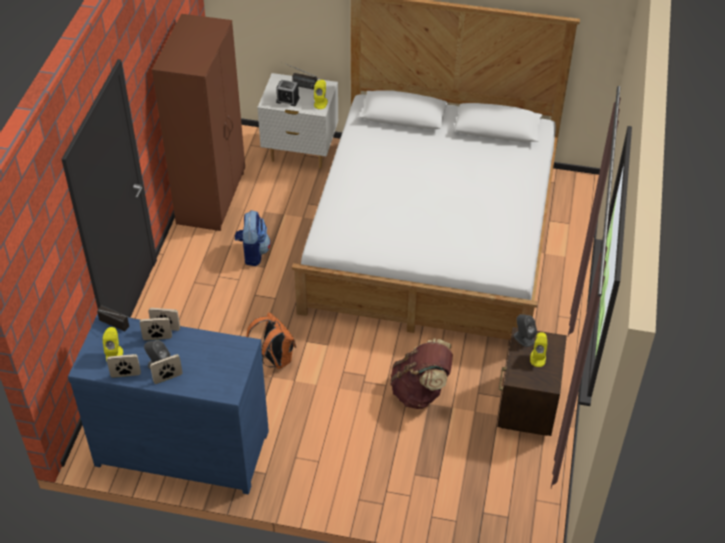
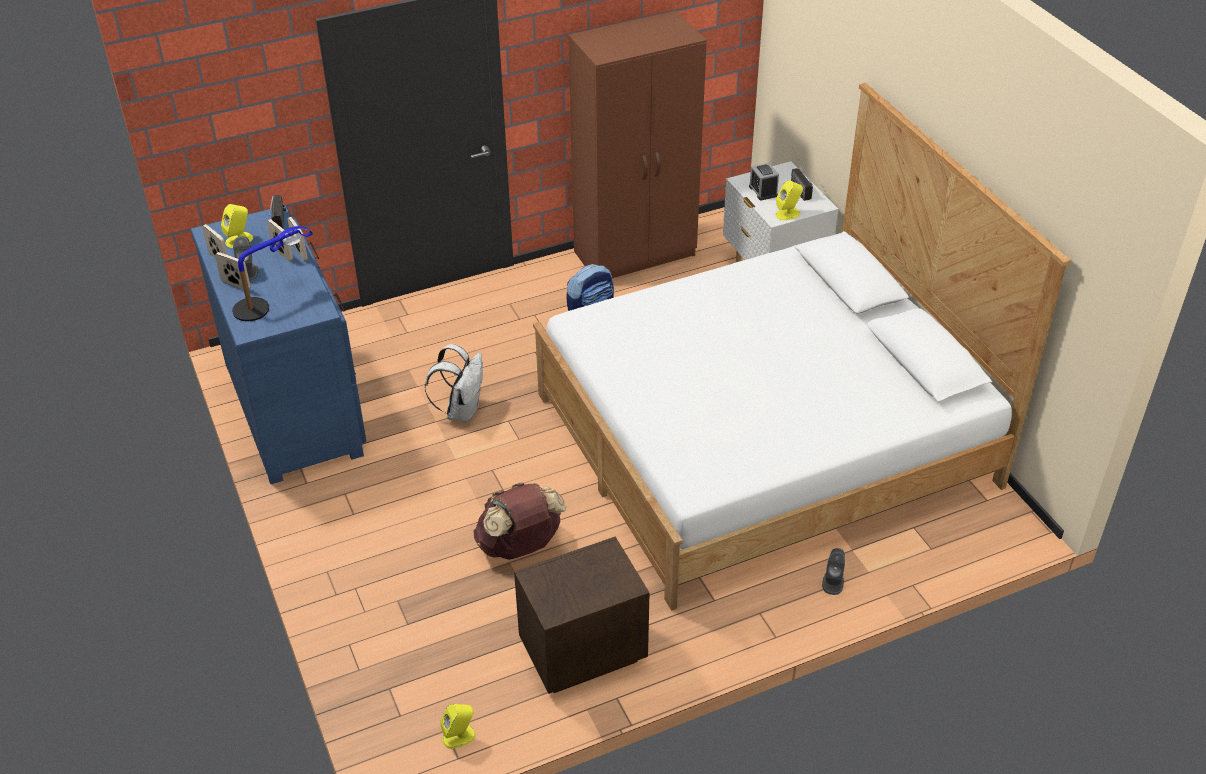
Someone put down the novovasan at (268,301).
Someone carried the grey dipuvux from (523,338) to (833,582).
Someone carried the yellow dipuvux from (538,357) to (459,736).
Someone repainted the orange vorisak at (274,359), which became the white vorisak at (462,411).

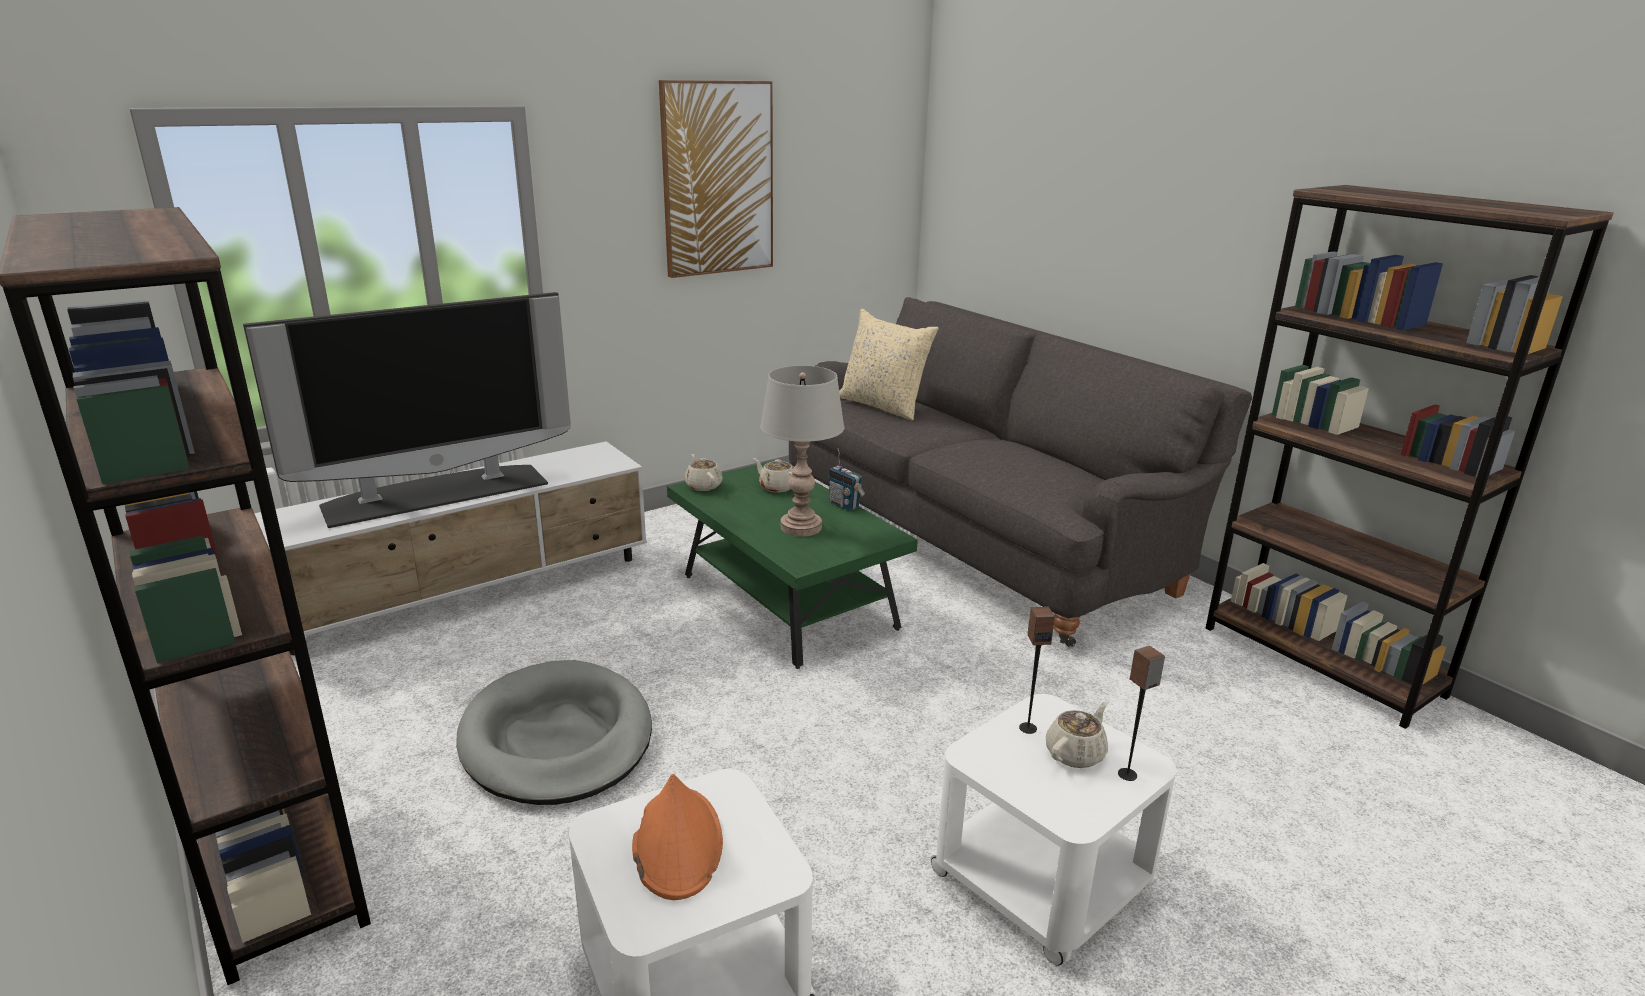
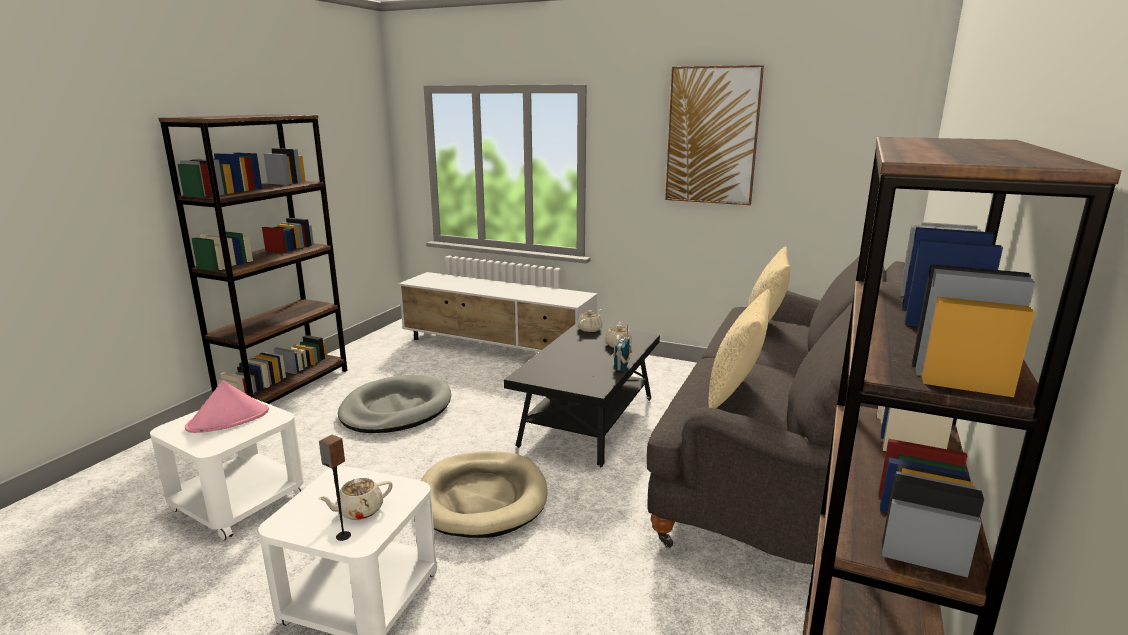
Someone took away the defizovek at (436,493).
Someone took away the grey novovasan at (801,527).
Someone took away the dipuvux at (1027,728).
Someone put down the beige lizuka at (482,498).
Someone put down the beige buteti at (735,391).
Someone repainted the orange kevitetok at (677,843), which became the pink kevitetok at (229,419).
Someone repainted the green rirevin at (786,602), which became the black rirevin at (588,421).
Someone rotated the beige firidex at (1076,753) by 135 degrees clockwise.

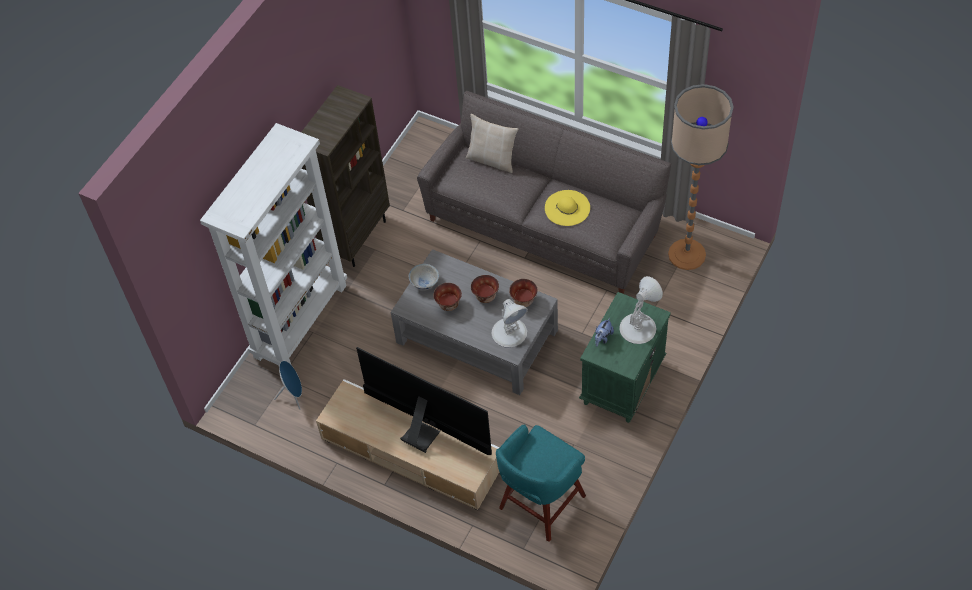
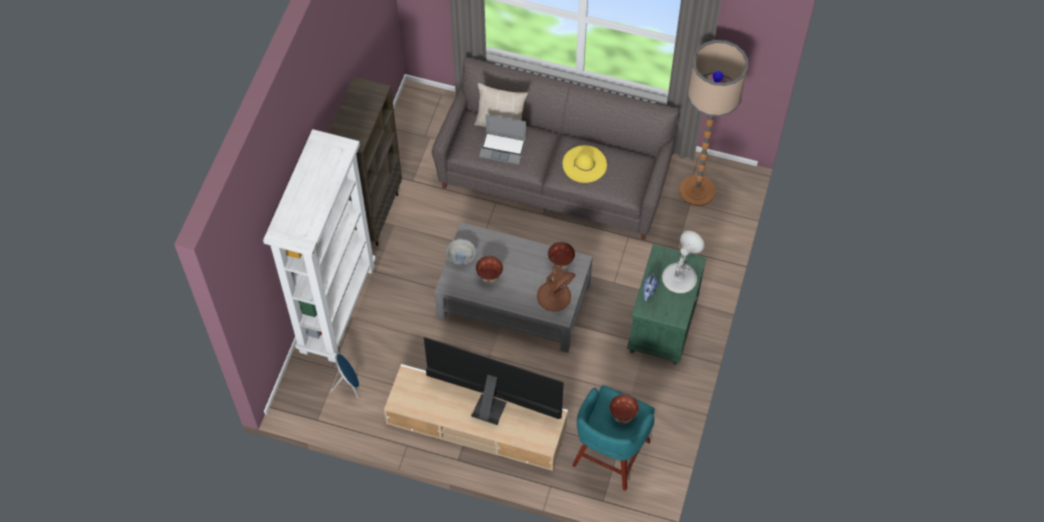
Someone put down the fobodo at (503,148).
Someone carried the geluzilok from (485,297) to (623,415).
Someone repainted the white novovasan at (509,333), which became the brown novovasan at (554,296).

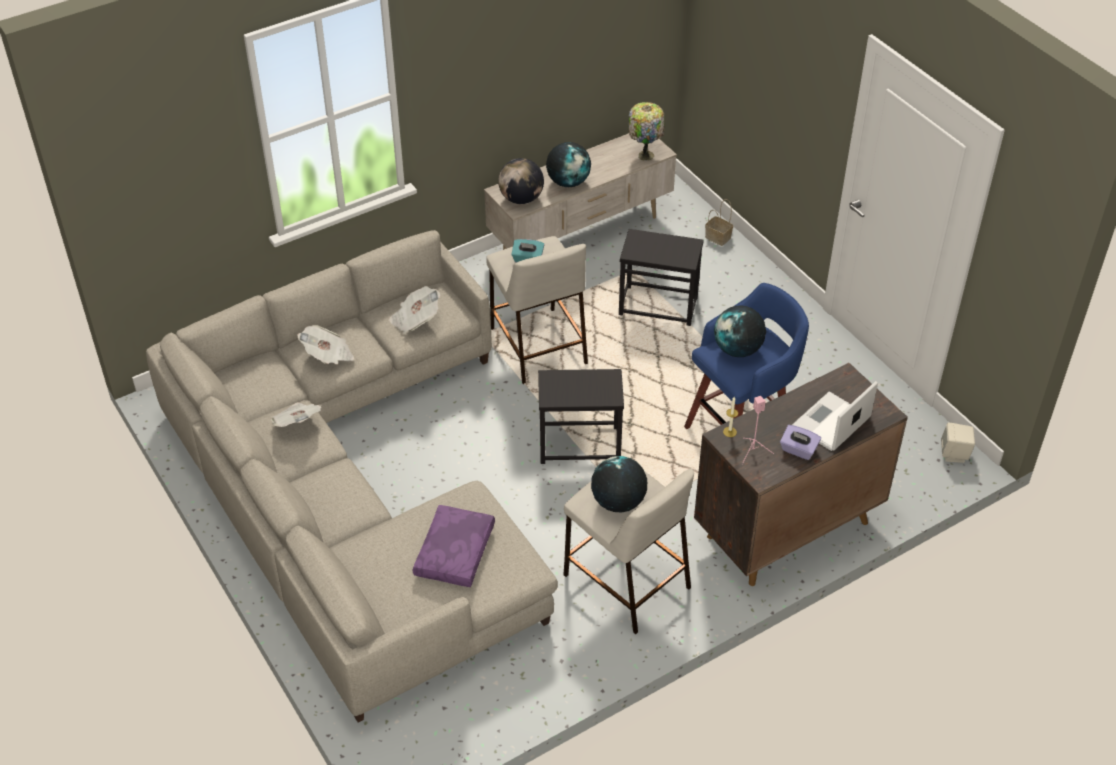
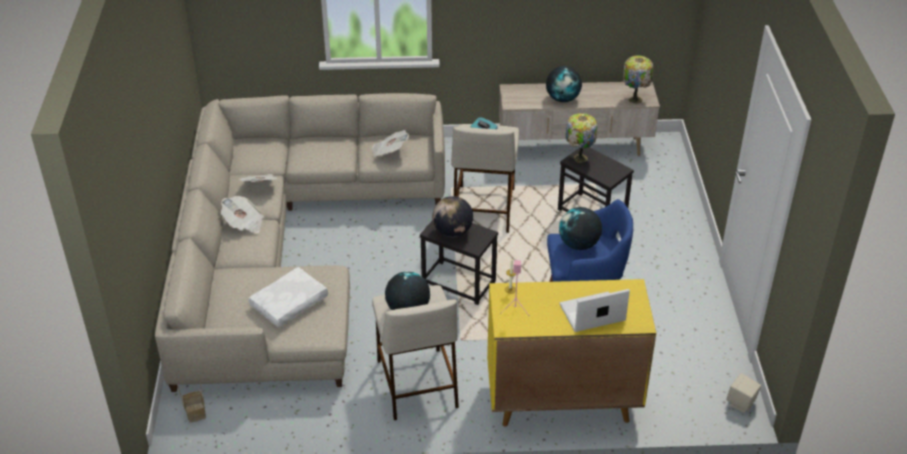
Someone took away the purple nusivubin at (798,450).
Someone put down the novovasan at (579,157).
Someone carried the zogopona from (328,356) to (244,223).
Someone carried the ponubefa from (521,199) to (452,232).
Someone carried the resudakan from (717,237) to (195,412).
Someone repainted the purple buteti at (456,553), which became the white buteti at (289,304).
Someone repainted the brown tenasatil at (786,530), which became the yellow tenasatil at (561,400).

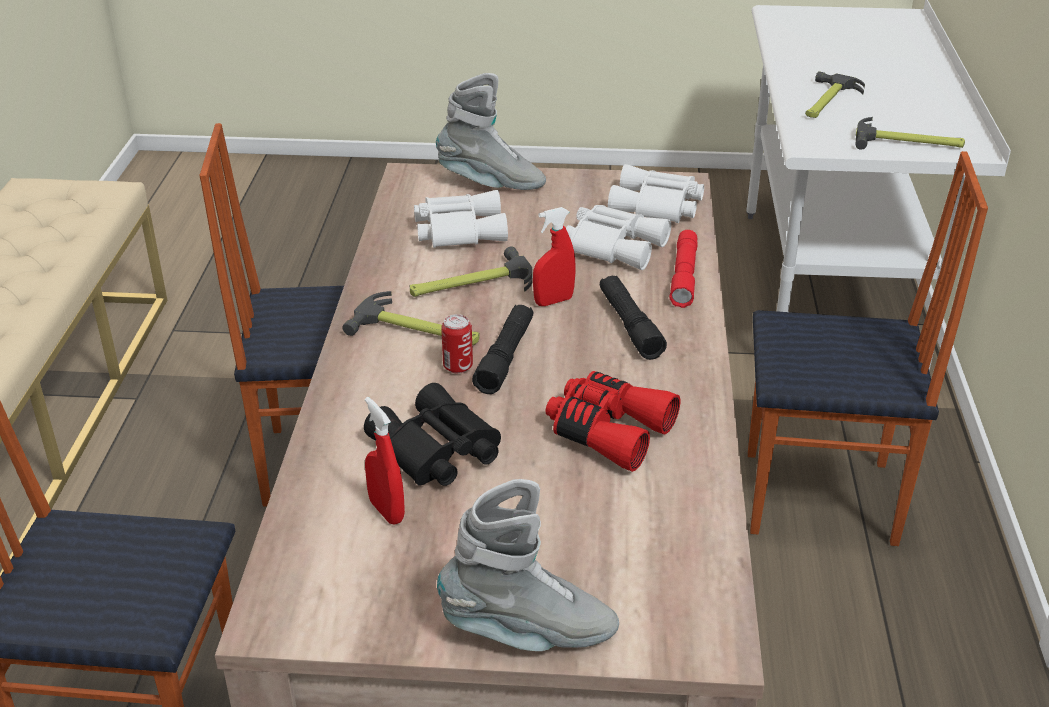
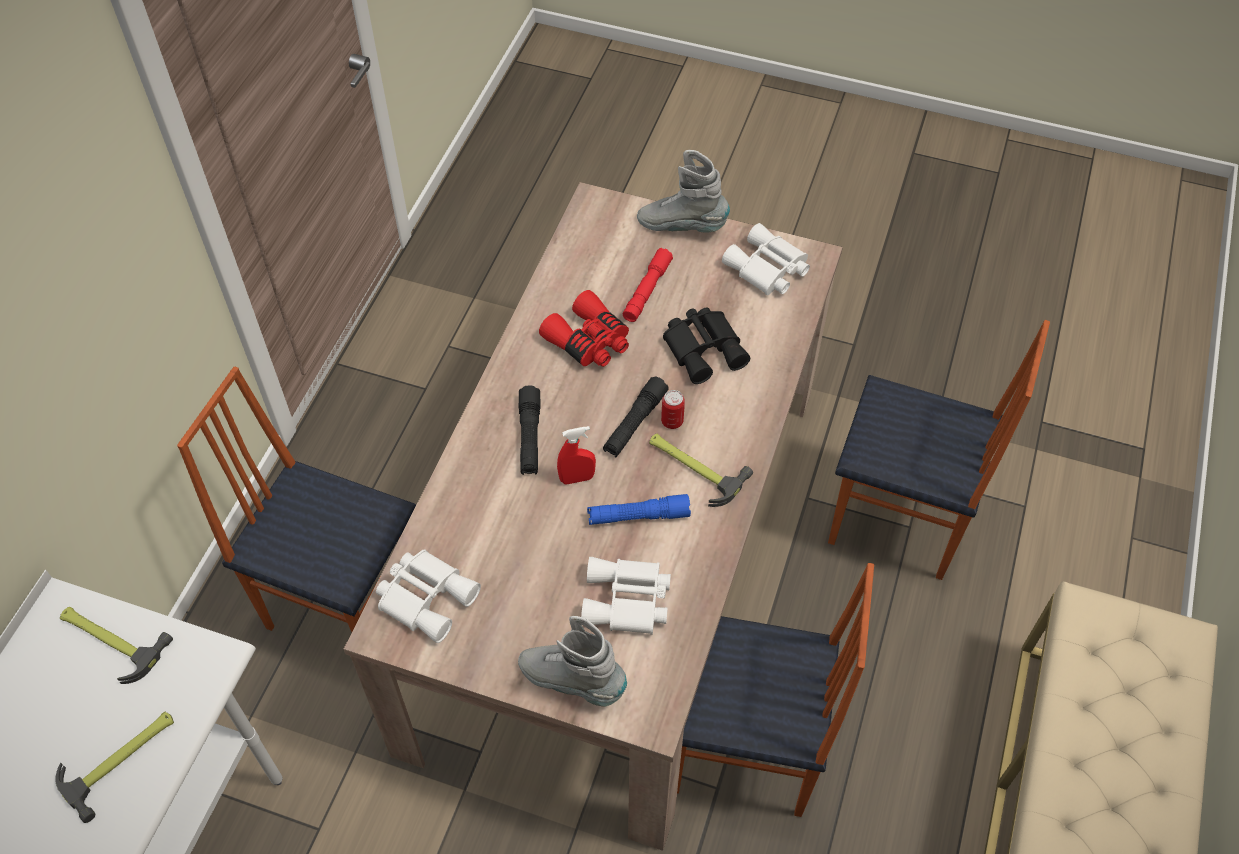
Someone took away the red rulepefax at (386,511).
Someone carried the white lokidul from (614,245) to (767,269).
Someone carried the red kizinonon from (684,276) to (647,291).
Someone swapped the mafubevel at (470,284) for the blue kizinonon at (638,516).

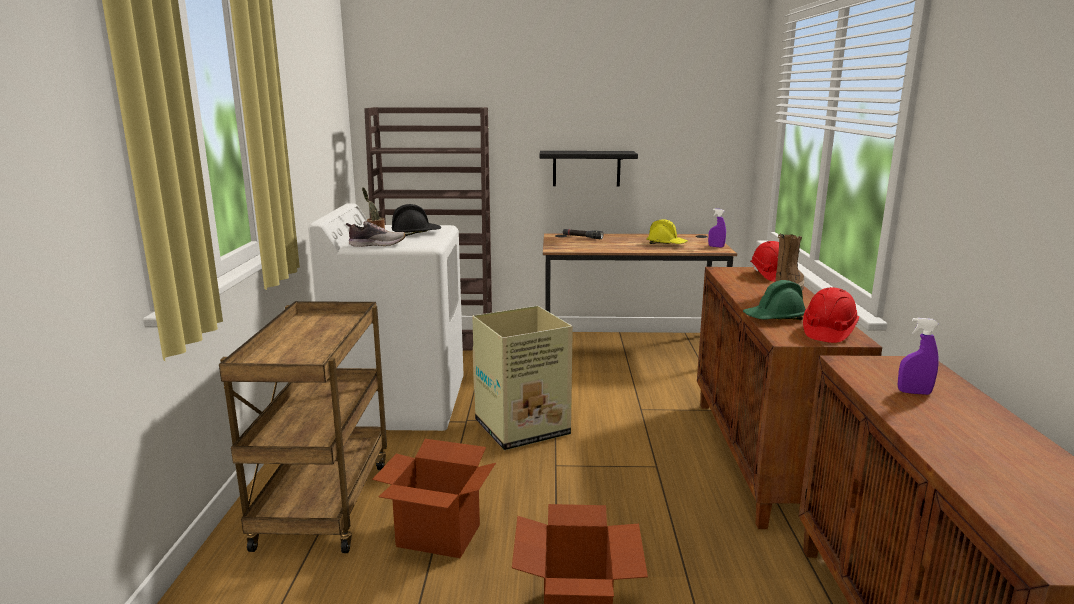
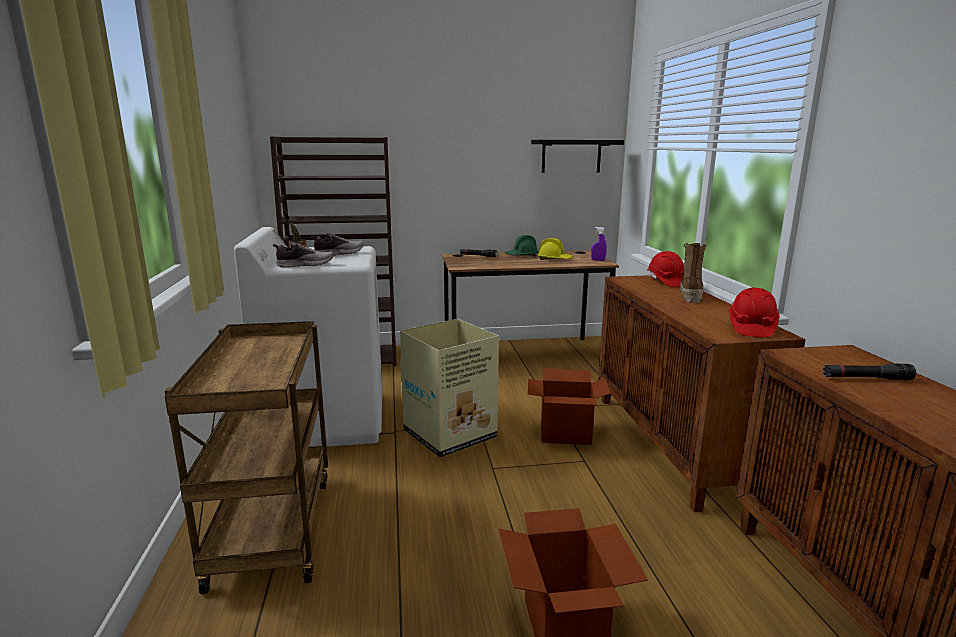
Someone carried the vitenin from (438,536) to (565,434).
Someone carried the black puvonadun from (586,168) to (571,156).
Someone carried the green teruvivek from (774,318) to (522,256).
Someone swapped the black teruvivek at (416,233) for the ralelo at (338,254).
Someone swapped the purple rulepefax at (914,392) for the black kizinonon at (866,379).

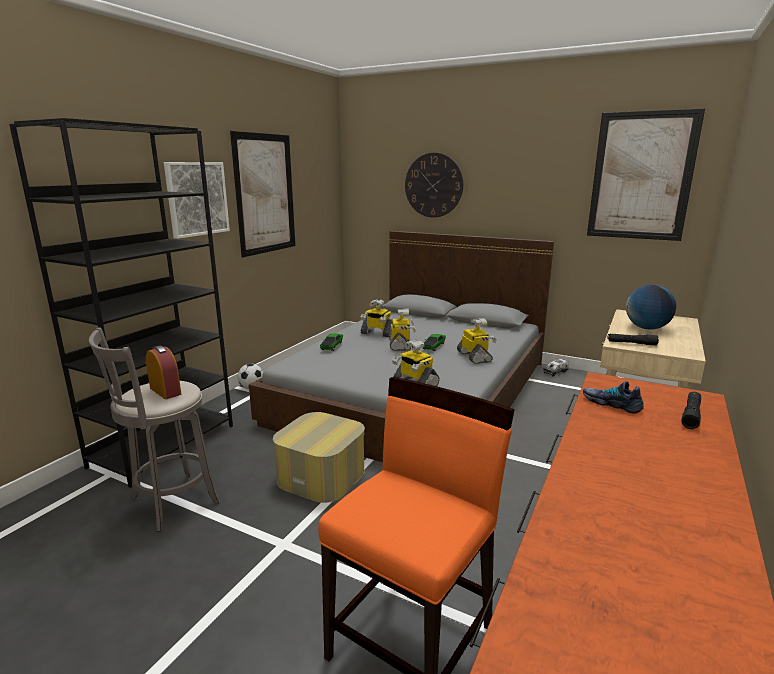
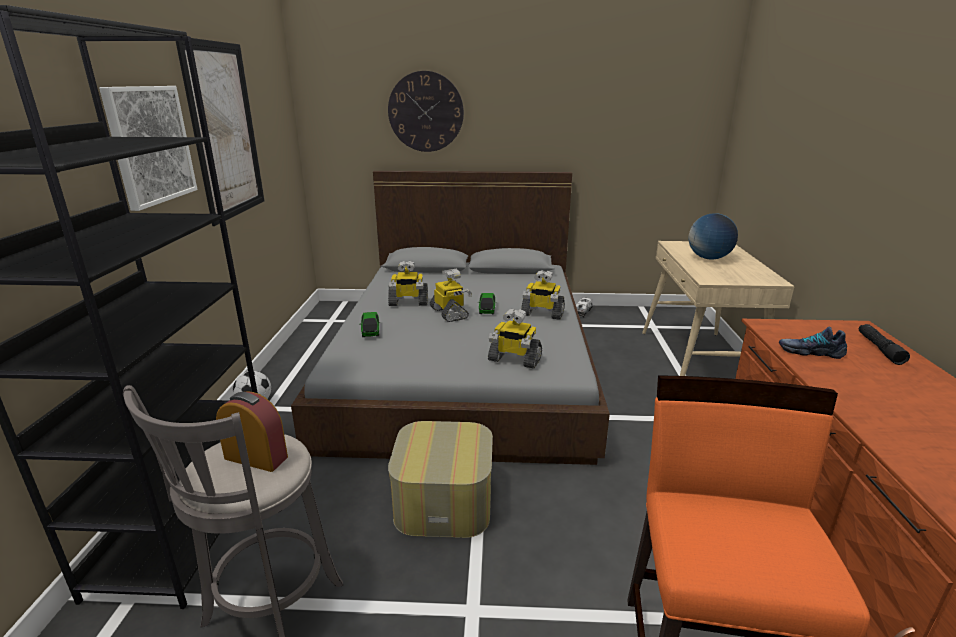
Someone took away the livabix at (641,176).
Someone took away the black kizinonon at (631,343).
Someone rotated the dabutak at (475,357) by 150 degrees clockwise.

